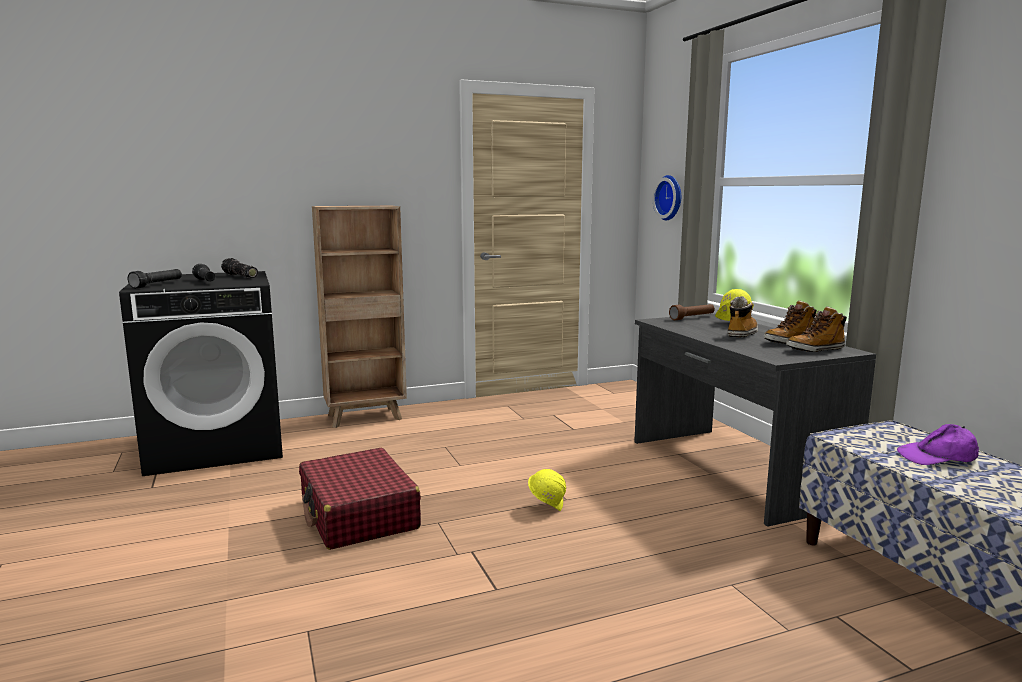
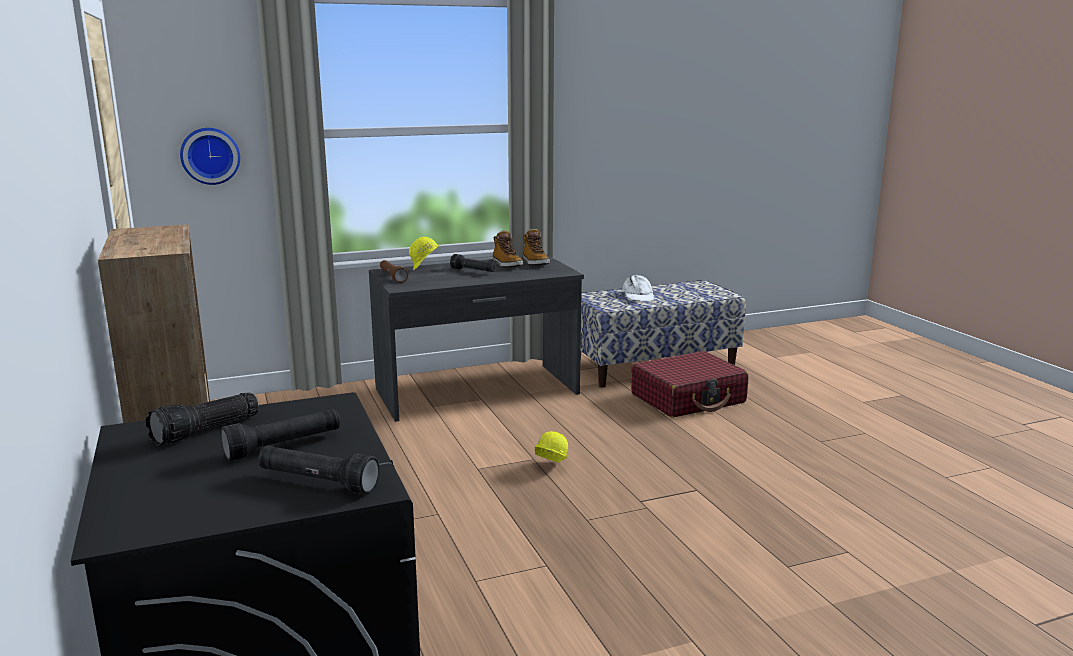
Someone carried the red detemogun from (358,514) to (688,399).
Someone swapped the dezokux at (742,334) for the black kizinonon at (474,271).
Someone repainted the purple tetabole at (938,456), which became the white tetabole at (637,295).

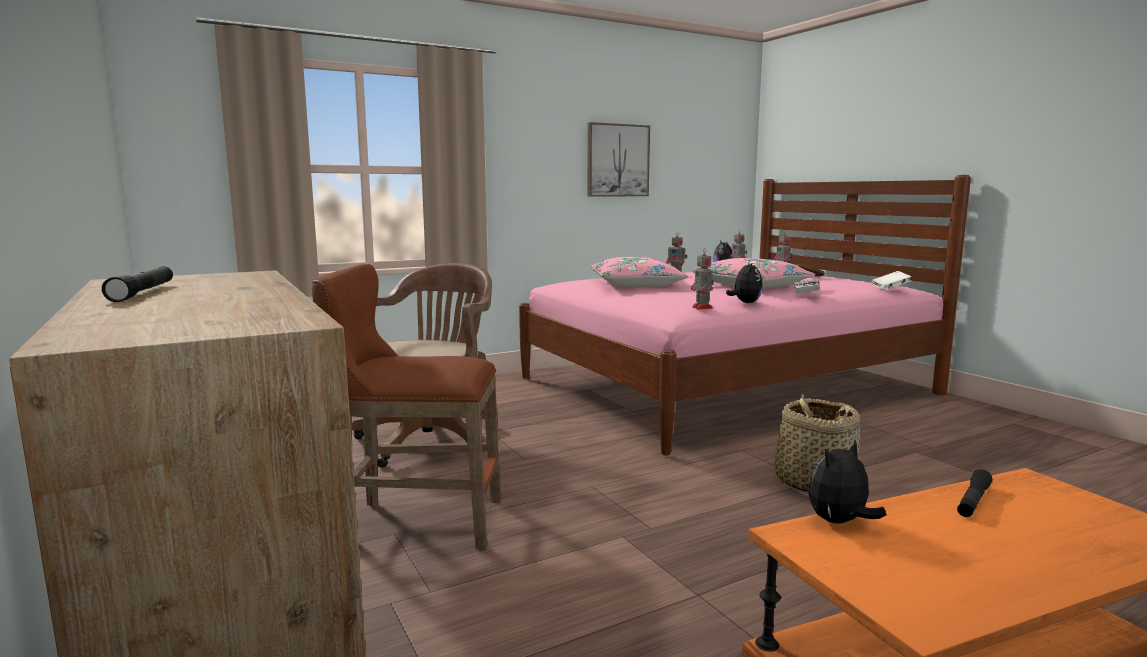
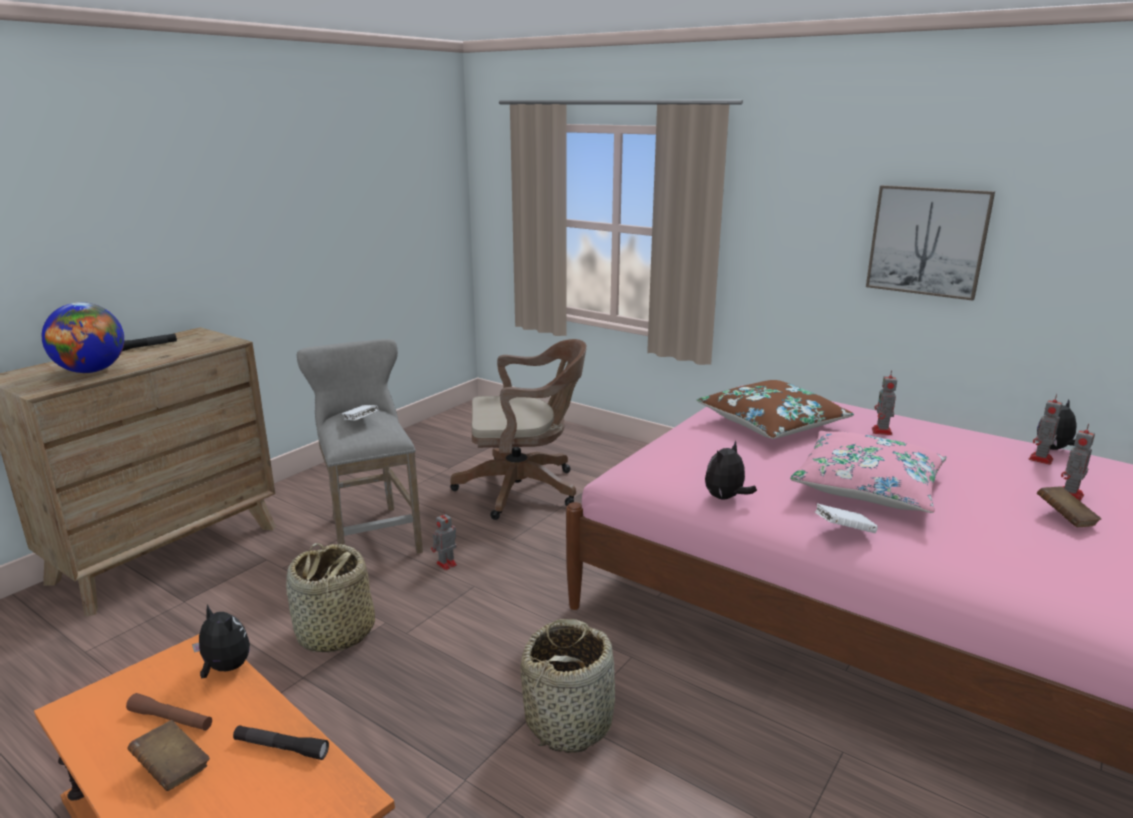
Someone put down the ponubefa at (91,371).
Someone put down the brown kizinonon at (171,719).
Someone put down the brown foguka at (172,768).
Someone put down the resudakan at (335,633).
Someone carried the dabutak from (702,308) to (445,564).
Someone carried the white foguka from (890,288) to (360,421).
Someone repainted the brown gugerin at (415,522), which became the grey gugerin at (372,532).
Someone repainted the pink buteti at (636,284), which became the brown buteti at (772,423).
Someone rotated the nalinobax at (745,303) by 150 degrees clockwise.

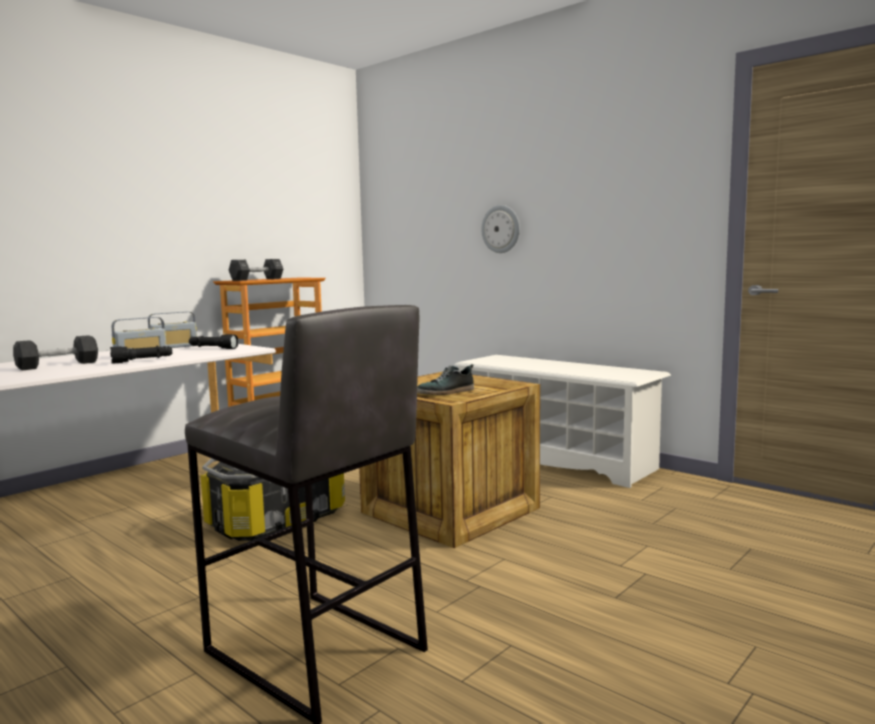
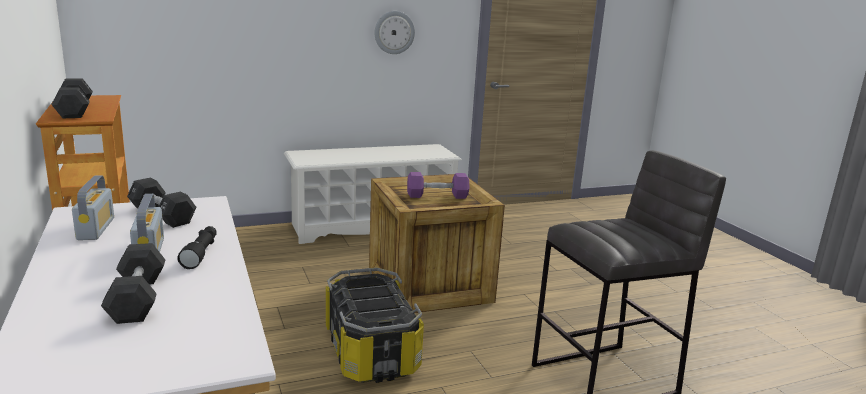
Someone carried the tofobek from (501,229) to (394,32).
Someone swapped the black kizinonon at (212,348) for the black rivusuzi at (162,215).
Someone swapped the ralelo at (446,392) for the purple rivusuzi at (437,196).

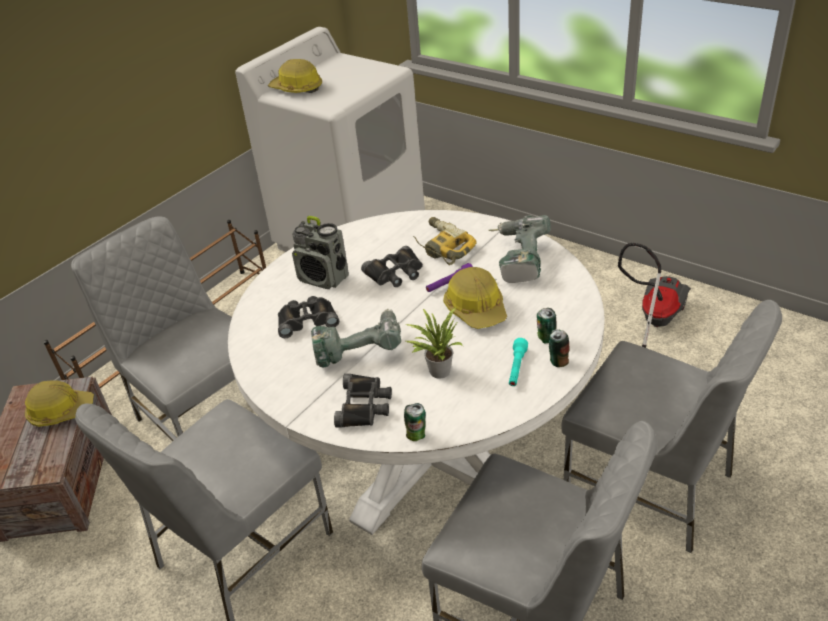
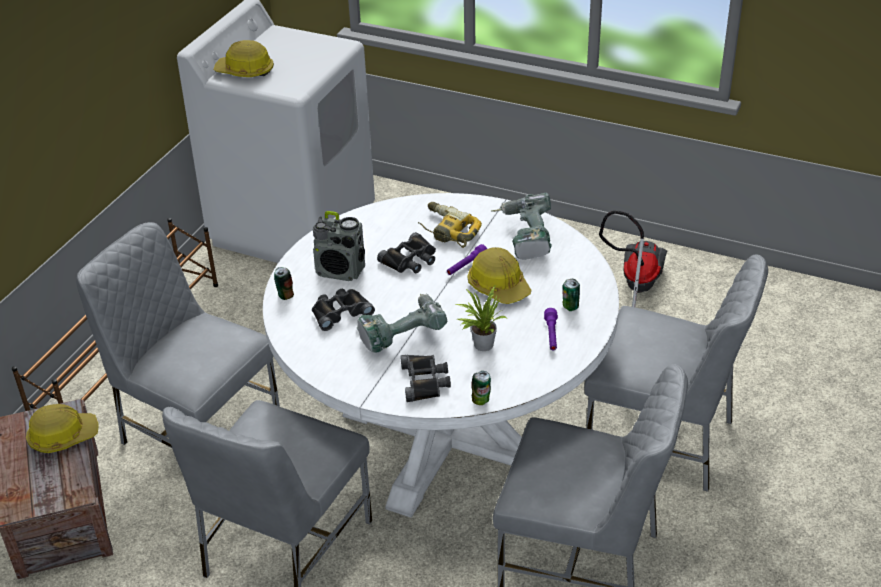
Someone carried the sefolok from (558,361) to (285,295).
Someone repainted the turquoise kizinonon at (517,368), which became the purple kizinonon at (551,335).

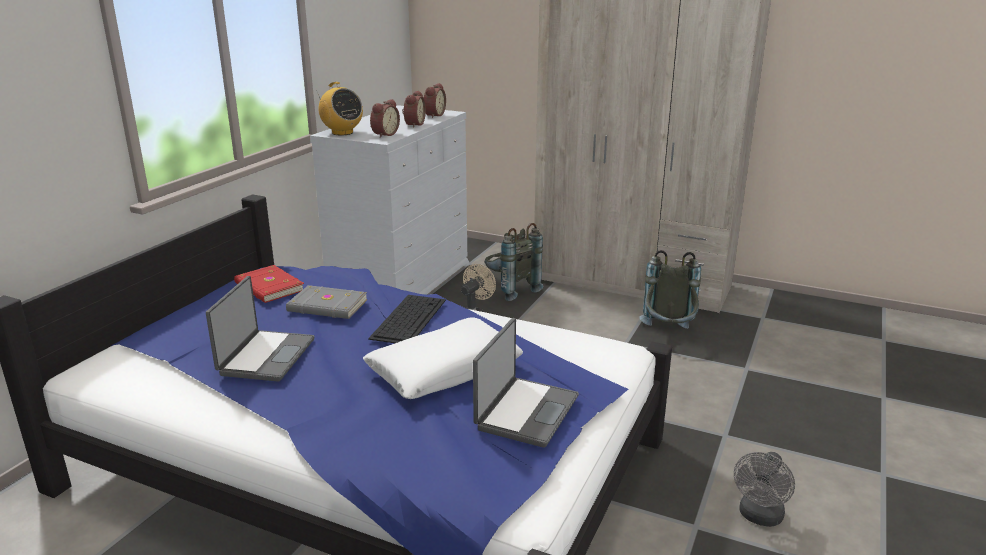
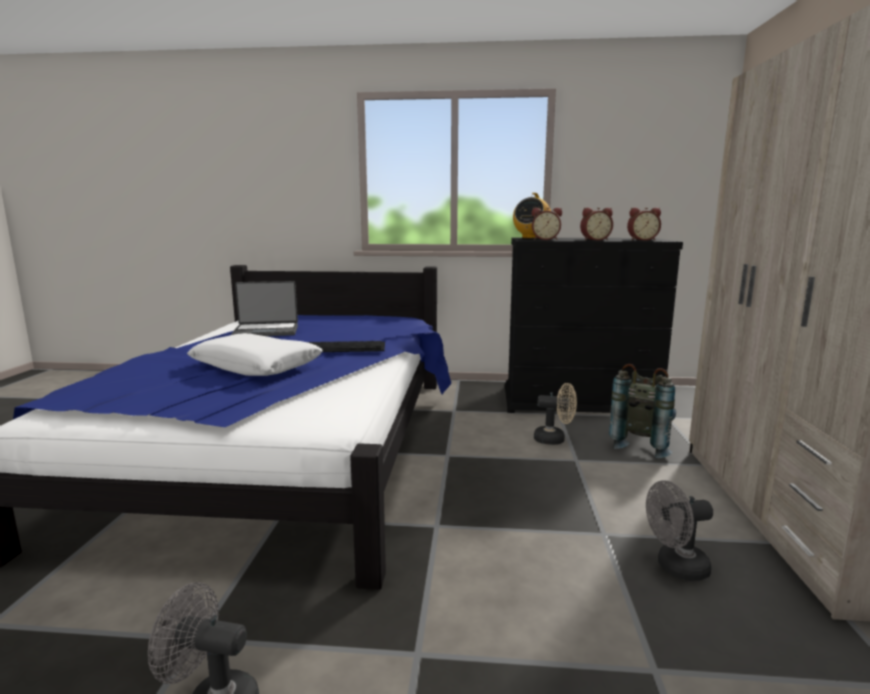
Someone took away the red foguka at (268,287).
Someone took away the grey foguka at (327,306).
Someone took away the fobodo at (525,412).
Someone swapped the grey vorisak at (668,334) for the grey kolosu at (675,568).
Someone repainted the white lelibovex at (401,283), which became the black lelibovex at (579,401).

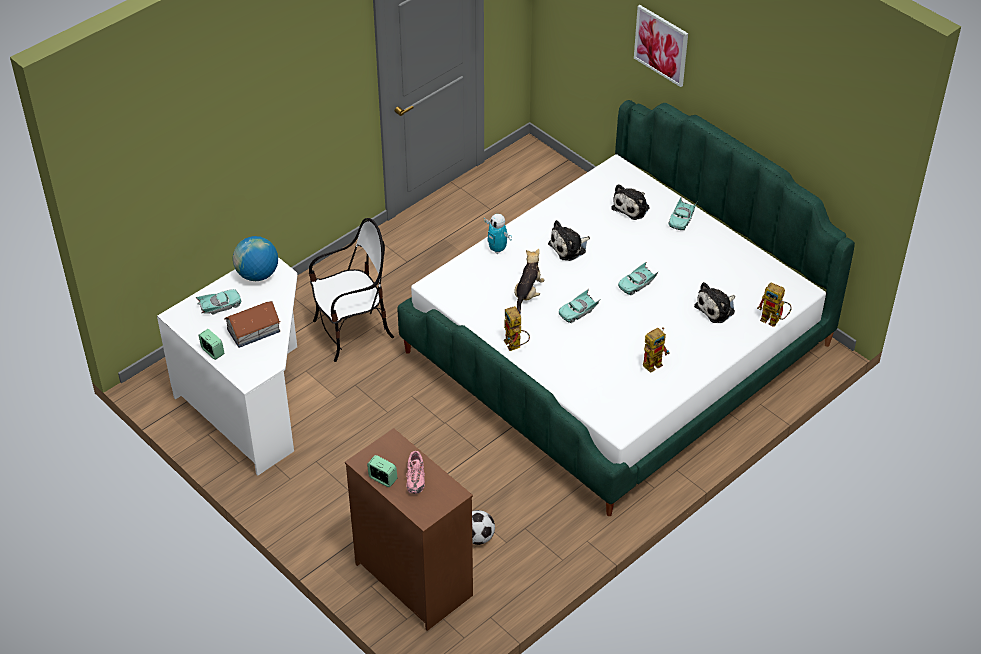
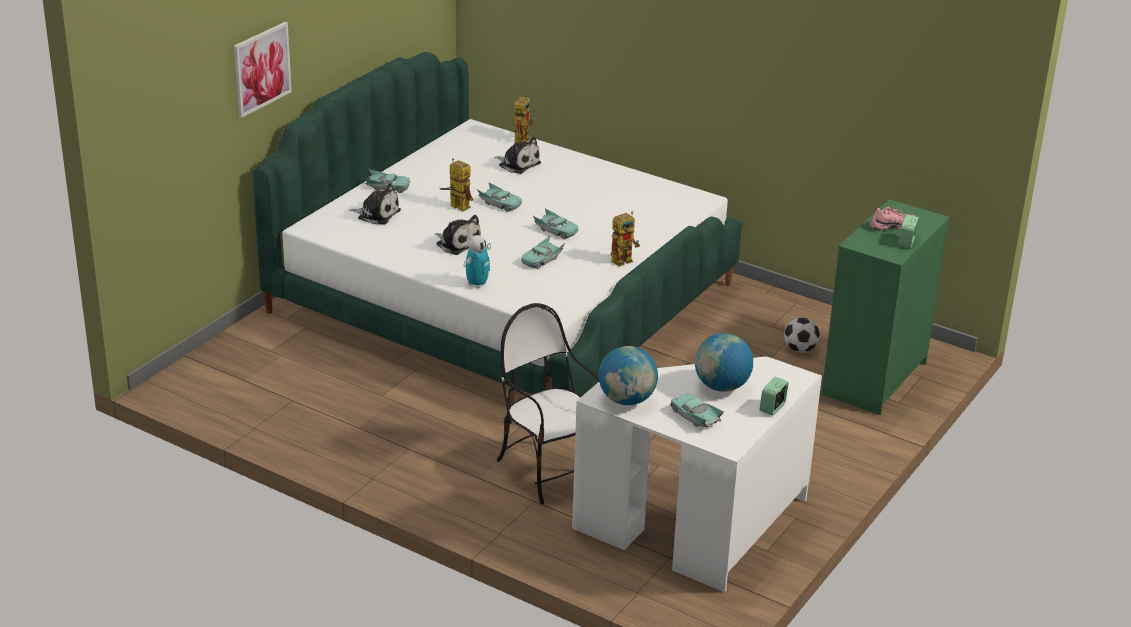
Someone carried the dabutak from (654,362) to (455,206).
Someone swapped the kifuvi at (253,330) for the ponubefa at (722,386).
Someone swapped the nalinobax at (528,294) for the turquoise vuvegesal at (542,260).
Someone repainted the brown lelibovex at (414,579), which became the green lelibovex at (873,378).

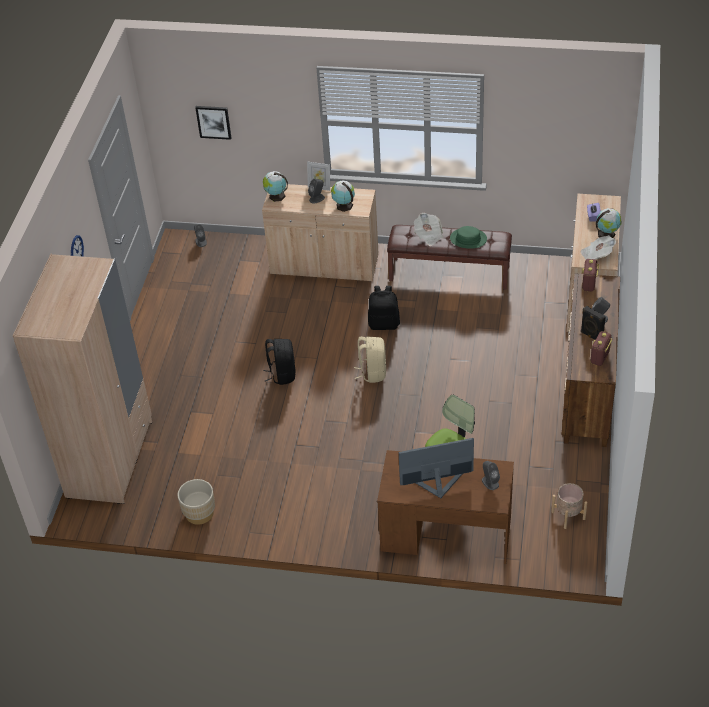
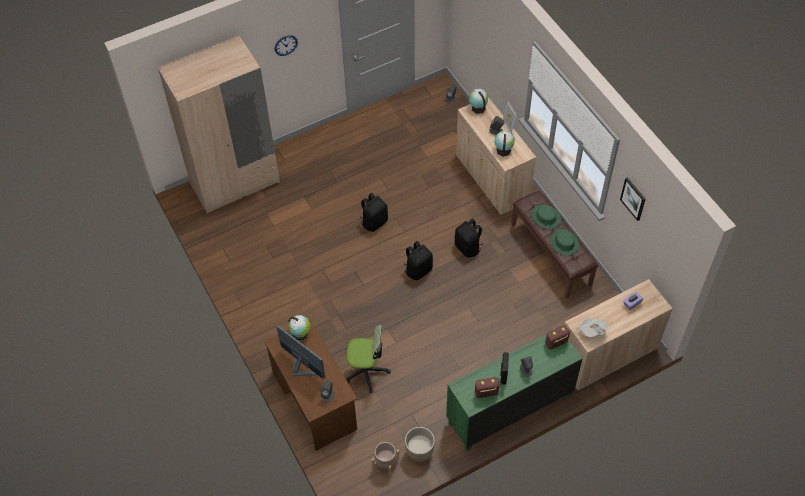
Someone carried the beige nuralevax from (199,513) to (419,451).
Someone carried the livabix from (213,122) to (633,198).
Someone carried the ponubefa from (607,233) to (300,333).
Someone swapped the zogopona at (428,235) for the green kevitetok at (545,217).
Someone repainted the beige vorisak at (372,372), which became the black vorisak at (418,270).
Someone repainted the brown lelibovex at (587,392), which became the green lelibovex at (509,409).

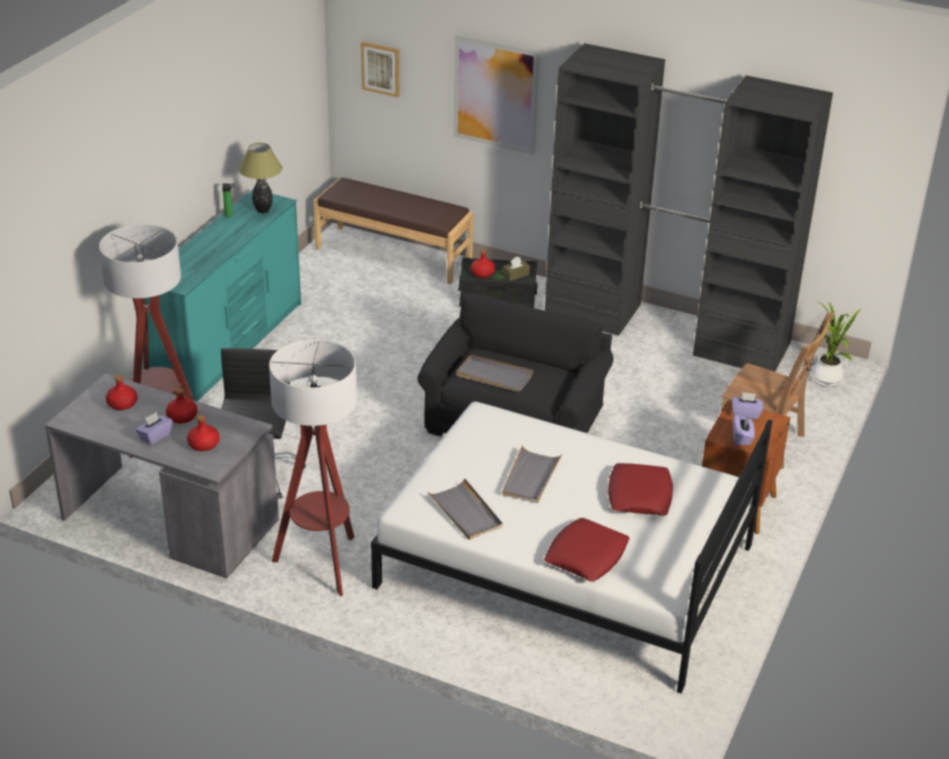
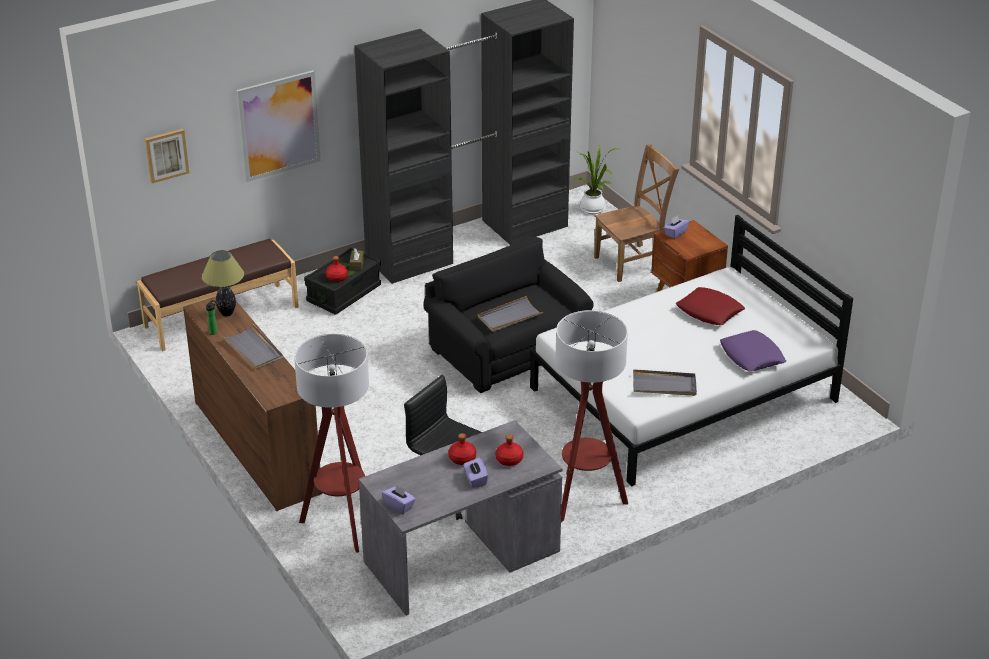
Someone took away the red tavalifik at (122,404).
Someone carried the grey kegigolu from (530,477) to (253,349).
Someone carried the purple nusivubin from (742,438) to (399,506).
Someone repainted the turquoise lelibovex at (231,346), which became the brown lelibovex at (257,446).
Someone repainted the red buteti at (586,556), which became the purple buteti at (752,356).

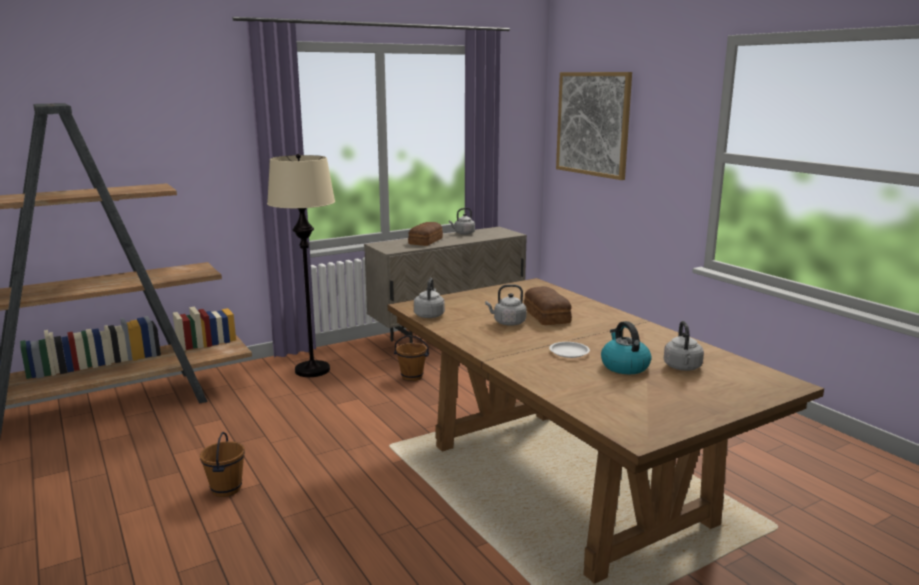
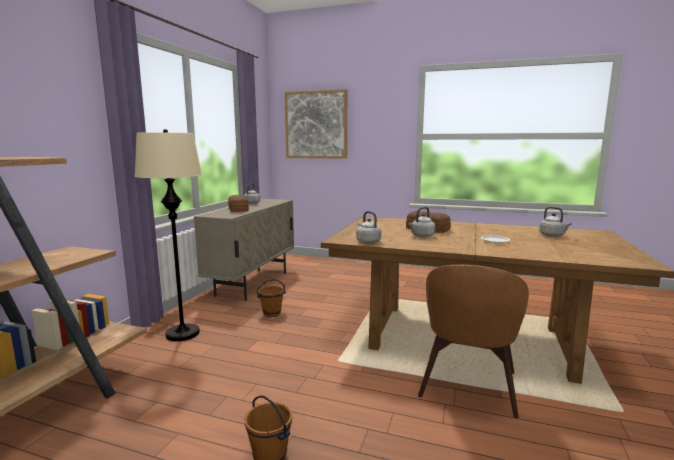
Someone took away the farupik at (624,366).
Someone put down the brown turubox at (468,387).

